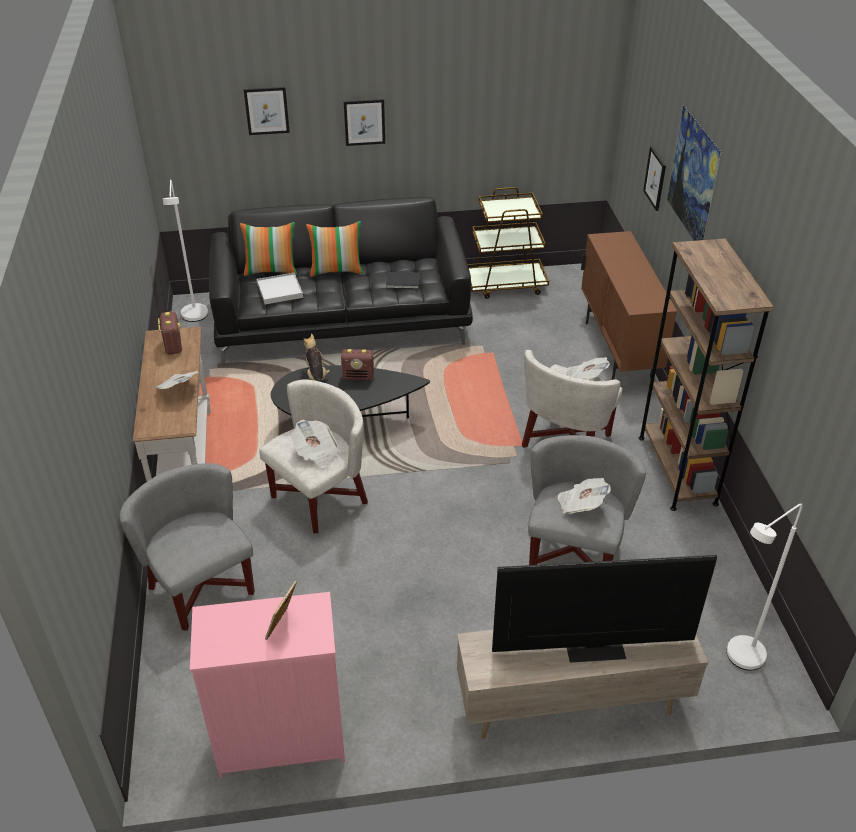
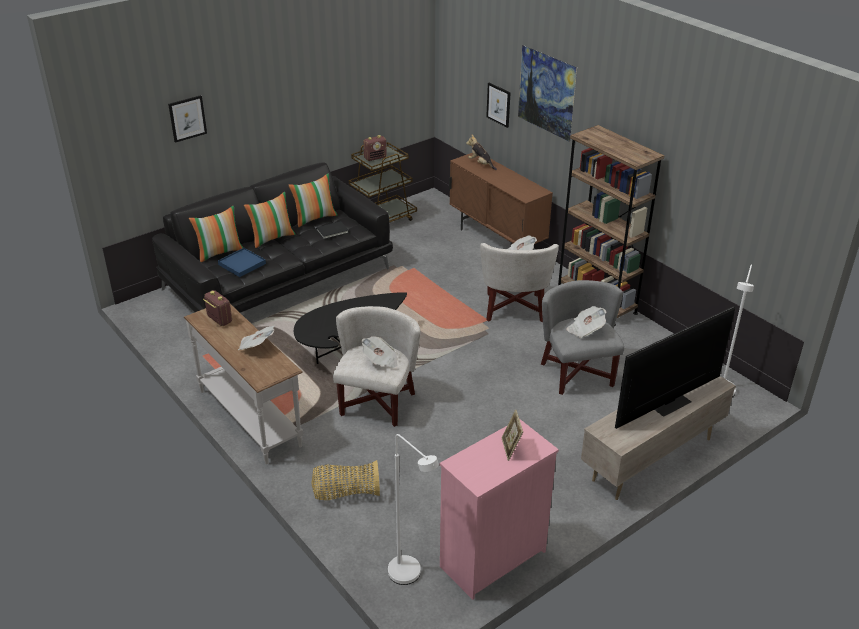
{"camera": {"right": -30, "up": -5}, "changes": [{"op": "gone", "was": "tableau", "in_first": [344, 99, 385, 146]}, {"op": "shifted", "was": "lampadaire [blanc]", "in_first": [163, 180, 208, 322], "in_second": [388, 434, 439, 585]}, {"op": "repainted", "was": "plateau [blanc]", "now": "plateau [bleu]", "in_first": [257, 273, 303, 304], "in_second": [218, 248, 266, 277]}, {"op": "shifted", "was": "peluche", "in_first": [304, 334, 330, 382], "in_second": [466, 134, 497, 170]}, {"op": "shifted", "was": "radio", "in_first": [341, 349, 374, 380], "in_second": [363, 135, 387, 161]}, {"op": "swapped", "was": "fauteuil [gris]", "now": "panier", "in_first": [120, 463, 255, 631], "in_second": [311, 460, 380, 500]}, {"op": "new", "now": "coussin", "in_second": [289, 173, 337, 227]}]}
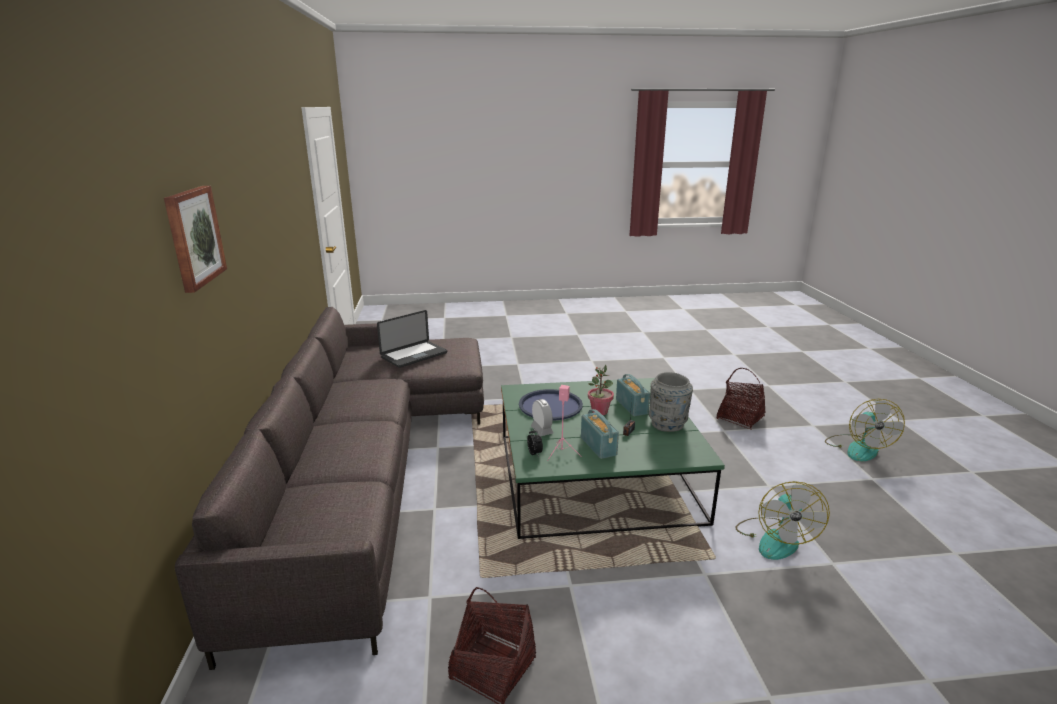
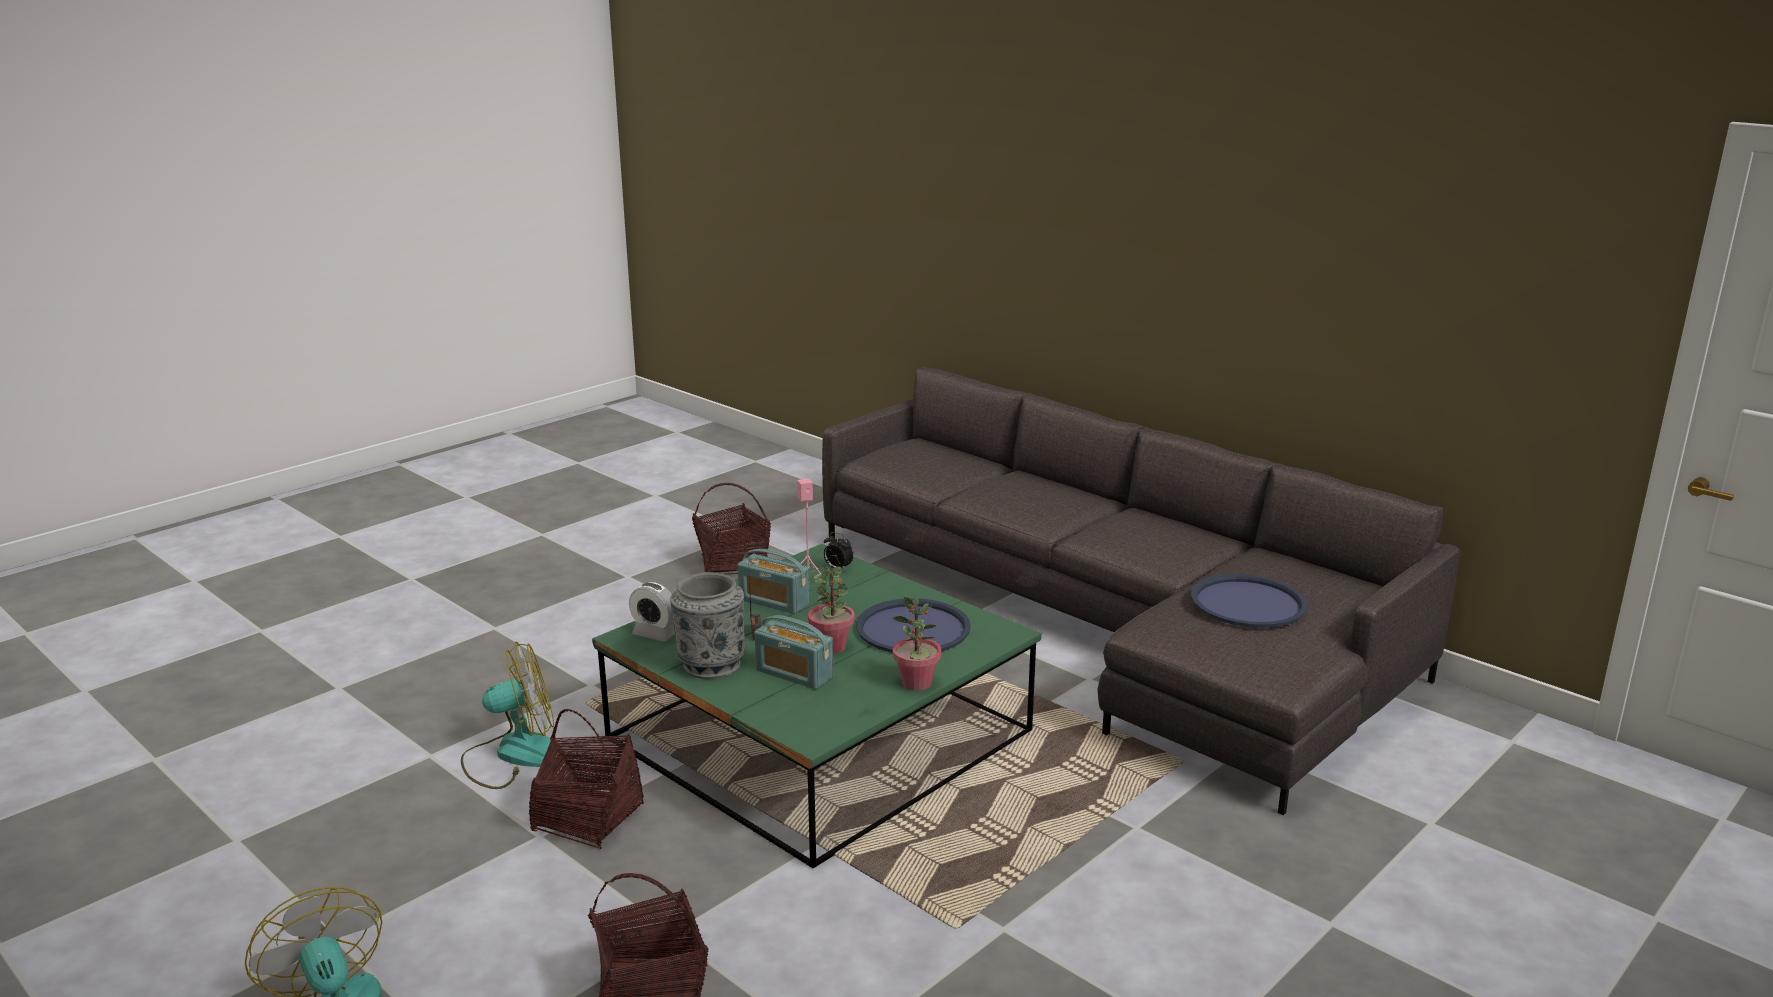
{"camera": {"right": 140, "up": 0}, "changes": [{"op": "gone", "was": "tableau", "in_first": [164, 186, 227, 293]}, {"op": "swapped", "was": "ordinateur portable", "now": "plateau [bleu]", "in_first": [377, 310, 447, 368], "in_second": [1191, 574, 1307, 628]}, {"op": "shifted", "was": "réveil", "in_first": [531, 399, 553, 436], "in_second": [629, 582, 675, 642]}, {"op": "rotated", "was": "ventilateur", "in_first": [735, 481, 830, 560], "in_second": [461, 642, 554, 789], "clockwise": 105}, {"op": "new", "now": "plante en pot", "in_second": [892, 597, 941, 691]}, {"op": "new", "now": "panier", "in_second": [529, 709, 644, 849]}]}
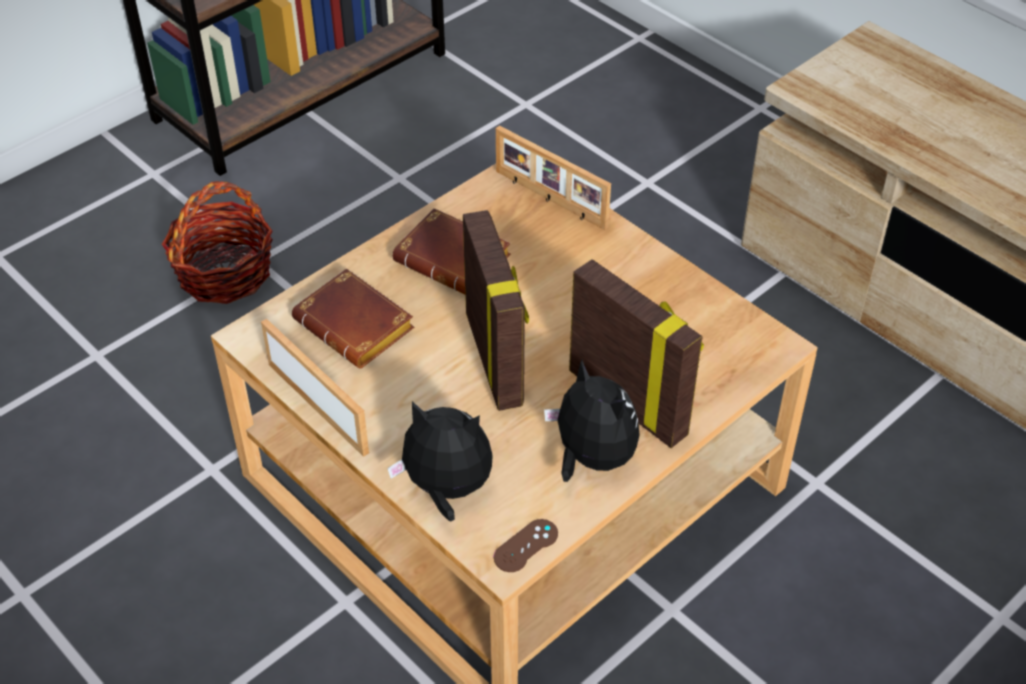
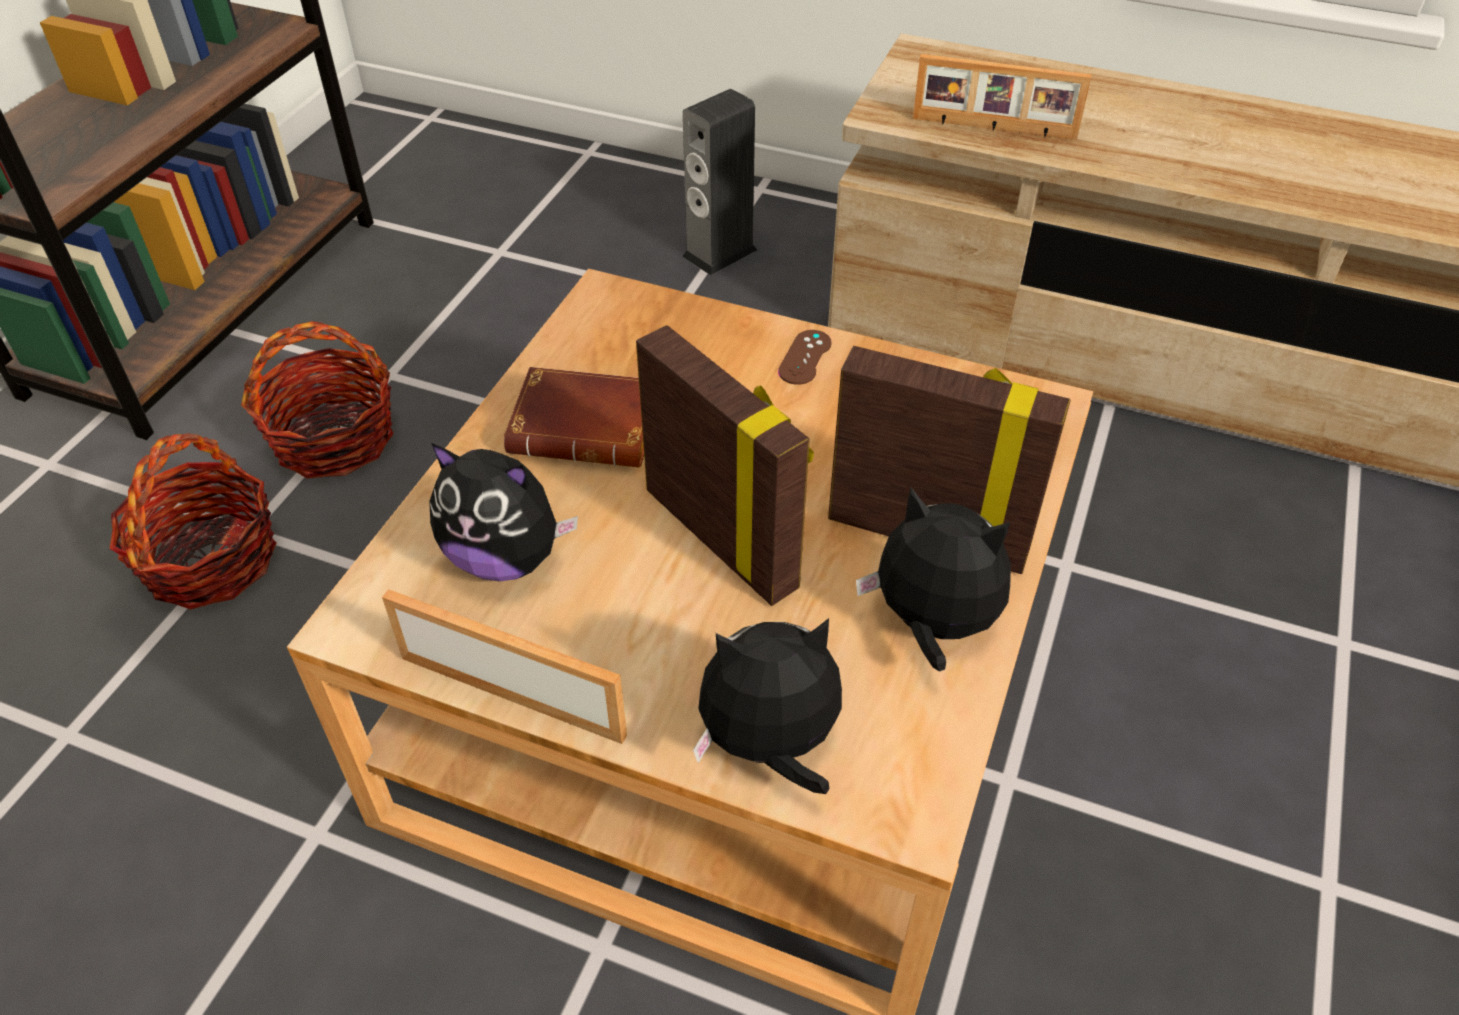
{"camera": {"right": -25, "up": 0}, "changes": [{"op": "shifted", "was": "cadre photo", "in_first": [496, 125, 611, 230], "in_second": [913, 54, 1092, 140]}, {"op": "swapped", "was": "livre [marron]", "now": "peluche", "in_first": [292, 268, 414, 369], "in_second": [429, 443, 578, 581]}, {"op": "shifted", "was": "manette [marron]", "in_first": [494, 519, 558, 572], "in_second": [778, 330, 832, 385]}, {"op": "new", "now": "enceinte", "in_second": [682, 89, 757, 275]}, {"op": "new", "now": "panier", "in_second": [241, 321, 394, 478]}]}
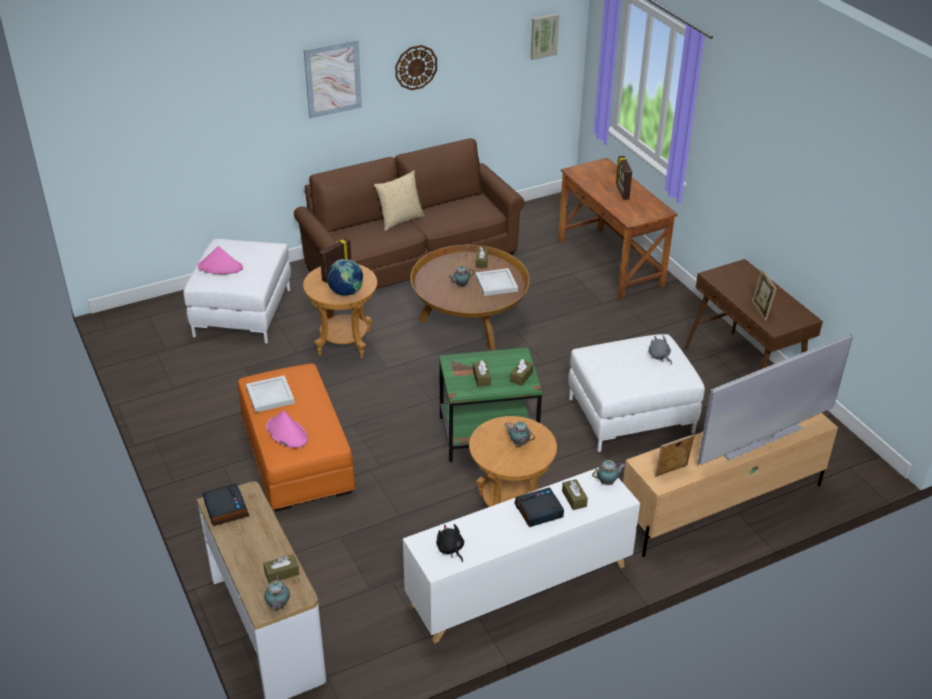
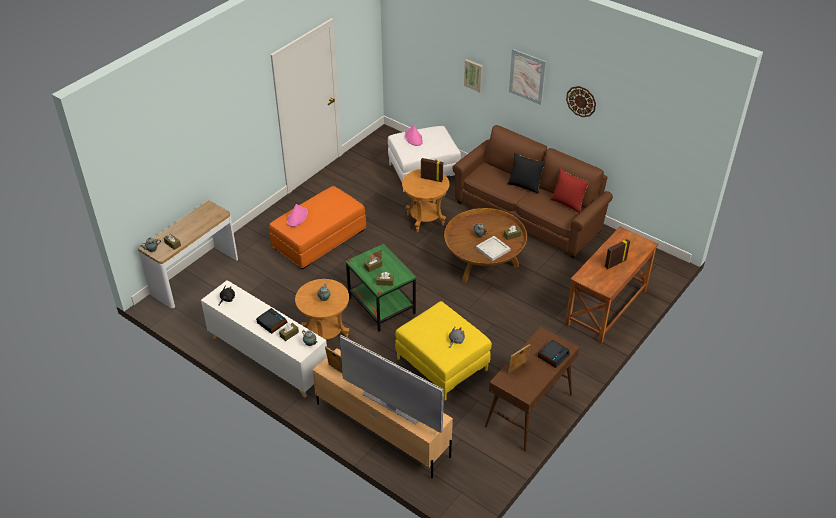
{"camera": {"right": 65, "up": 5}, "changes": [{"op": "shifted", "was": "tableau", "in_first": [530, 13, 559, 60], "in_second": [464, 59, 483, 92]}, {"op": "repainted", "was": "coussin [beige]", "now": "coussin [noir]", "in_first": [374, 170, 425, 231], "in_second": [507, 153, 546, 194]}, {"op": "gone", "was": "globe", "in_first": [327, 259, 363, 296]}, {"op": "repainted", "was": "pouf [blanc]", "now": "pouf [jaune]", "in_first": [568, 334, 705, 452], "in_second": [395, 301, 492, 400]}, {"op": "gone", "was": "plateau [blanc]", "in_first": [246, 375, 295, 413]}, {"op": "shifted", "was": "réveil", "in_first": [203, 483, 249, 526], "in_second": [538, 340, 570, 368]}, {"op": "new", "now": "coussin [rouge]", "in_second": [550, 169, 590, 213]}]}
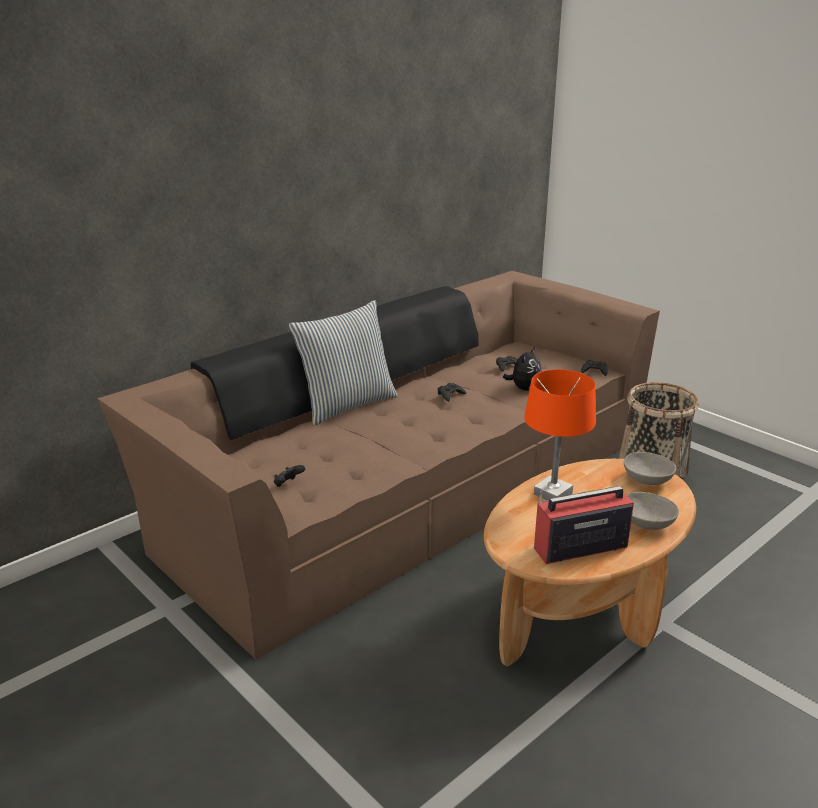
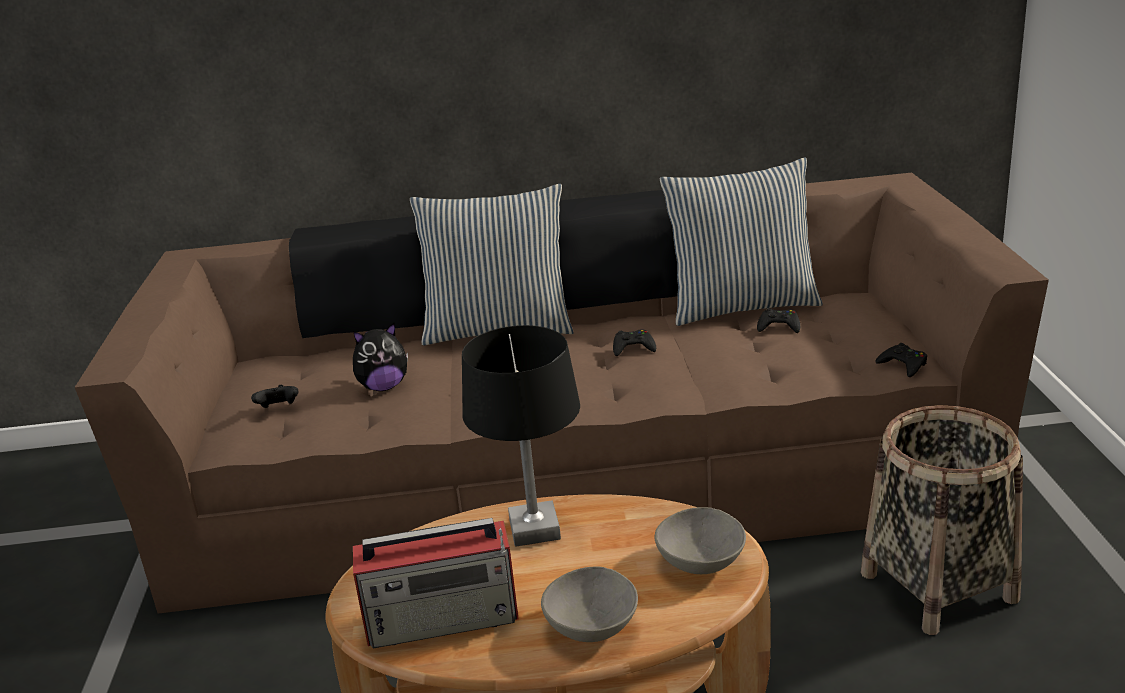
{"camera": {"right": 40, "up": 0}, "changes": [{"op": "shifted", "was": "peluche", "in_first": [503, 347, 541, 391], "in_second": [353, 323, 408, 391]}, {"op": "repainted", "was": "lampe de table [orange]", "now": "lampe de table [noir]", "in_first": [524, 369, 596, 500], "in_second": [462, 325, 580, 547]}, {"op": "rotated", "was": "radio", "in_first": [534, 486, 634, 564], "in_second": [353, 518, 519, 649], "clockwise": 150}, {"op": "new", "now": "coussin", "in_second": [660, 158, 823, 326]}]}
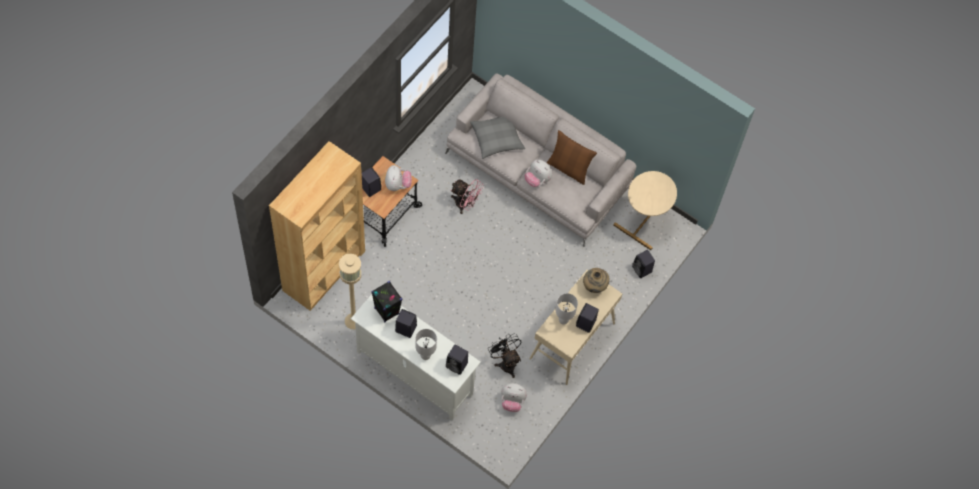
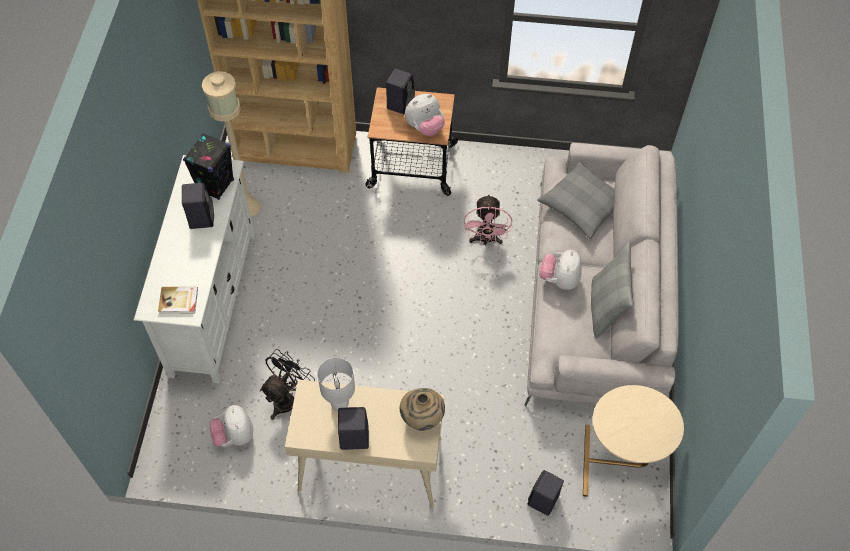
{"camera": {"right": 65, "up": -5}, "changes": [{"op": "repainted", "was": "coussin [marron]", "now": "coussin [gris]", "in_first": [547, 130, 597, 185], "in_second": [591, 242, 634, 339]}, {"op": "gone", "was": "lampe de table [blanc]", "in_first": [415, 329, 437, 360]}, {"op": "swapped", "was": "enceinte [noir]", "now": "livre", "in_first": [446, 345, 468, 375], "in_second": [158, 287, 198, 314]}]}
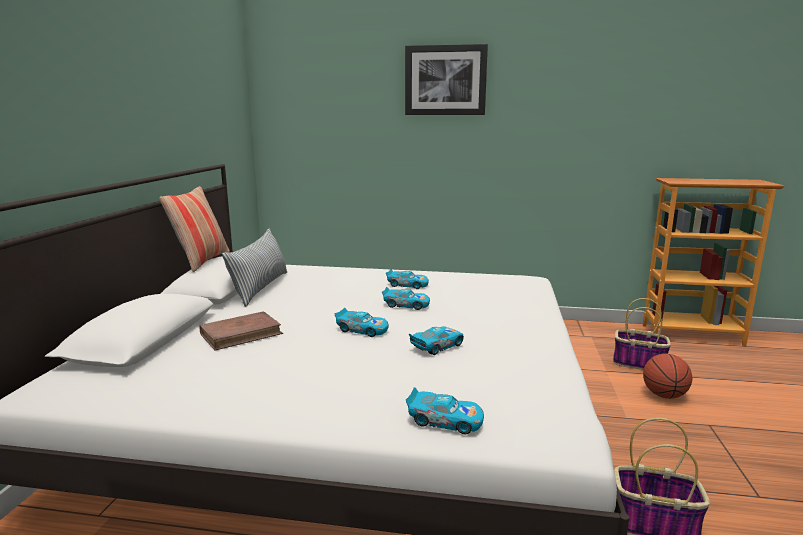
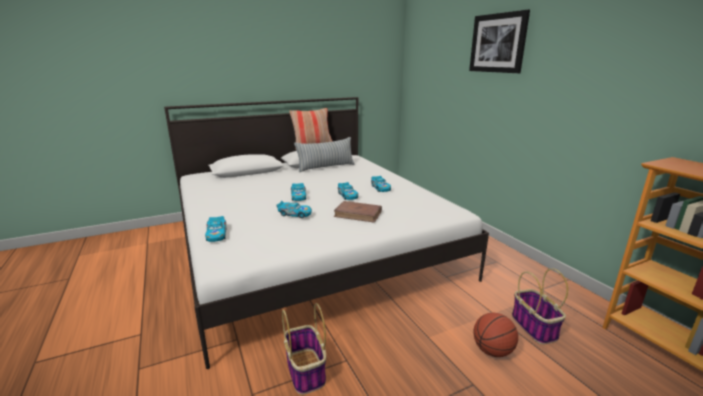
{"camera": {"right": 55, "up": 5}, "changes": [{"op": "shifted", "was": "livre [marron]", "in_first": [199, 311, 283, 351], "in_second": [334, 201, 382, 223]}]}
